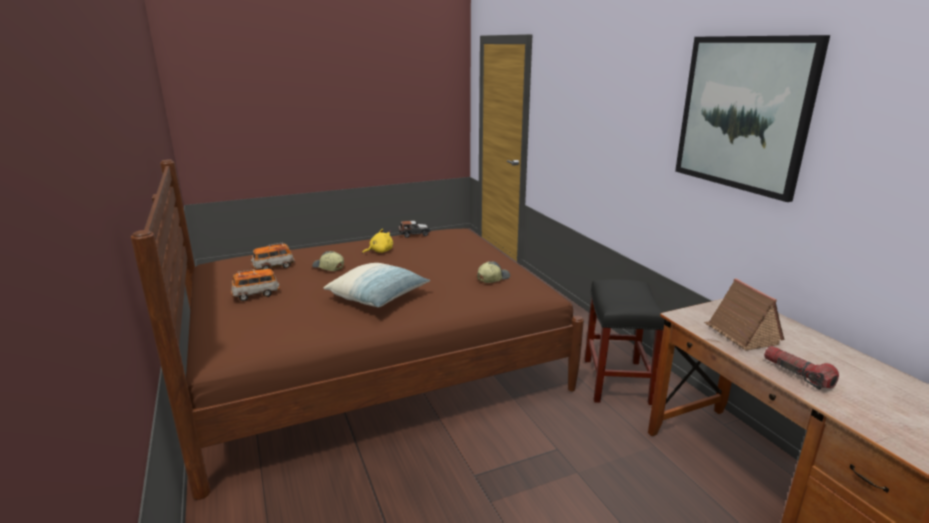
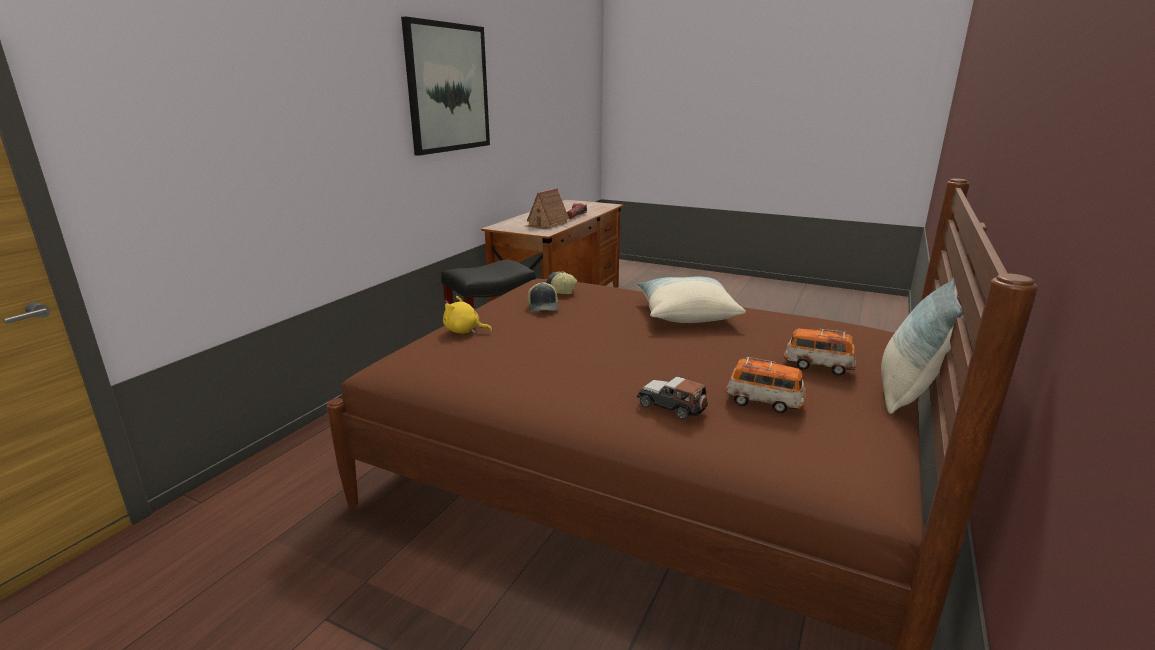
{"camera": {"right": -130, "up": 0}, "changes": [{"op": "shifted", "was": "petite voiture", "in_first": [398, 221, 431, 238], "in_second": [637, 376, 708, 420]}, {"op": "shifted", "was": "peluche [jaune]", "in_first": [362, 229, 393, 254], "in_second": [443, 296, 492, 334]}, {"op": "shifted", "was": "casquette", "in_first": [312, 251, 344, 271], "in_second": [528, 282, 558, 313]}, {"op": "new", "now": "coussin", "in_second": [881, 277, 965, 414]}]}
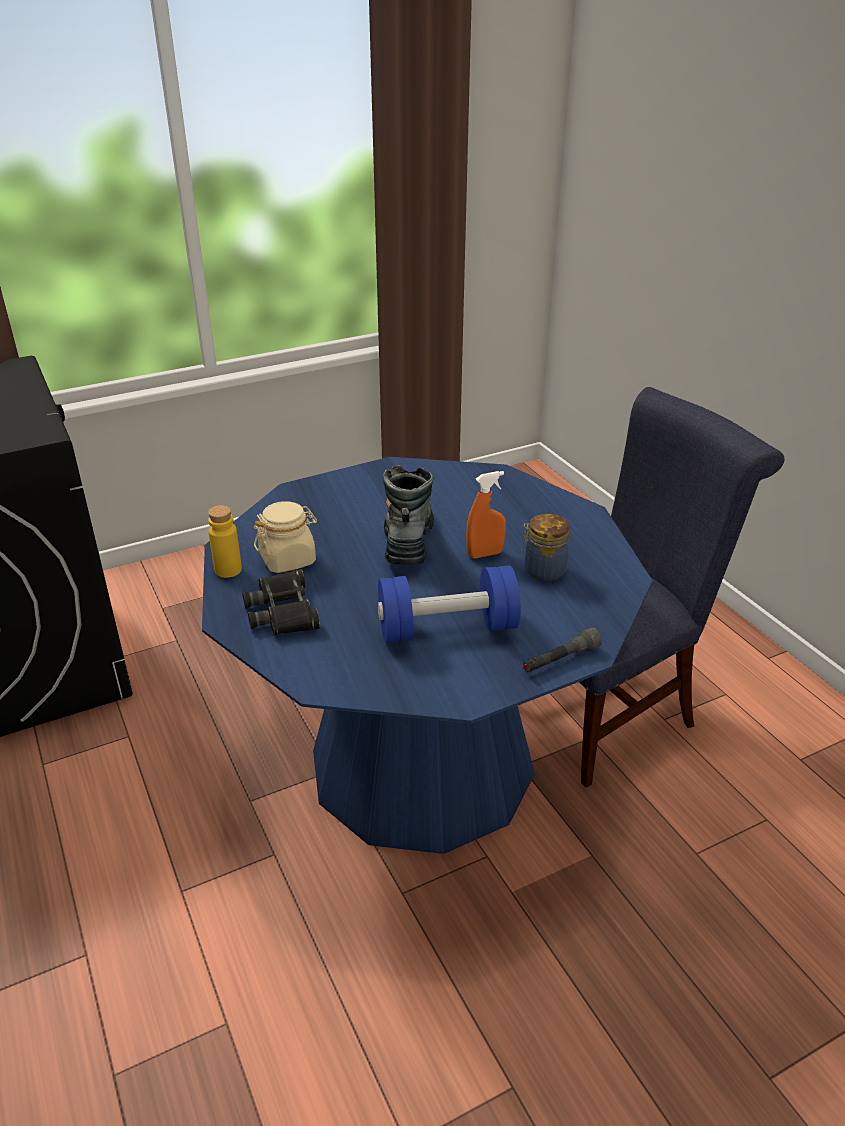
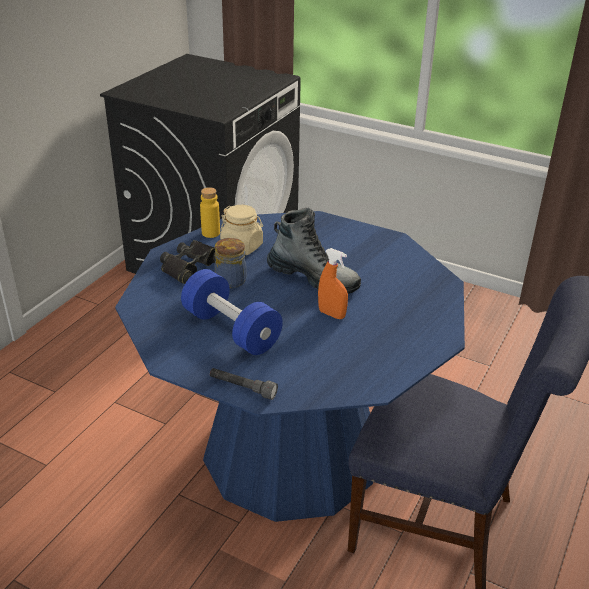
{"camera": {"right": 55, "up": 0}, "changes": [{"op": "rotated", "was": "botte", "in_first": [383, 465, 434, 565], "in_second": [267, 208, 361, 294], "clockwise": 60}, {"op": "shifted", "was": "bocal", "in_first": [520, 514, 570, 581], "in_second": [214, 238, 247, 288]}]}
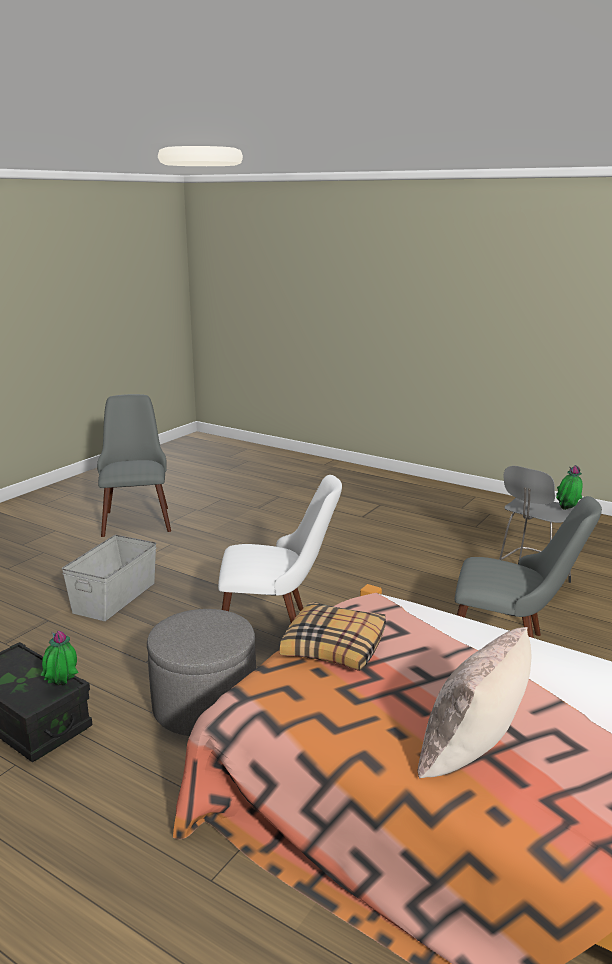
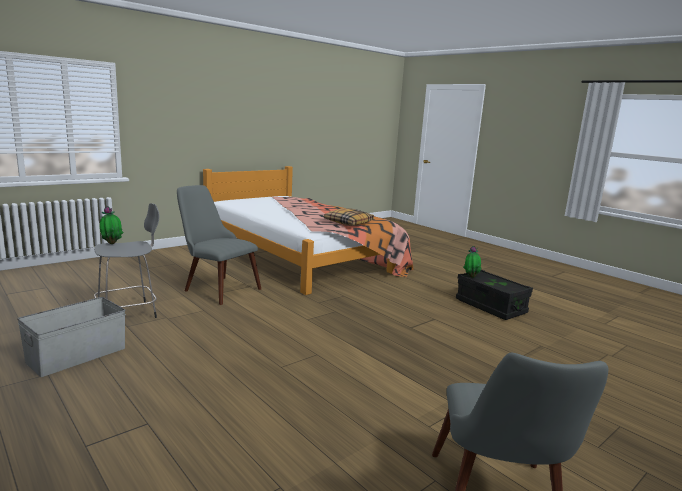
{"camera": {"right": -165, "up": -5}, "changes": [{"op": "gone", "was": "chaise [blanc]", "in_first": [218, 475, 342, 623]}, {"op": "shifted", "was": "boîte de rangement [gris]", "in_first": [62, 535, 157, 621], "in_second": [17, 297, 126, 377]}, {"op": "gone", "was": "pouf [gris]", "in_first": [147, 609, 256, 736]}, {"op": "gone", "was": "coussin [beige]", "in_first": [417, 627, 531, 779]}]}
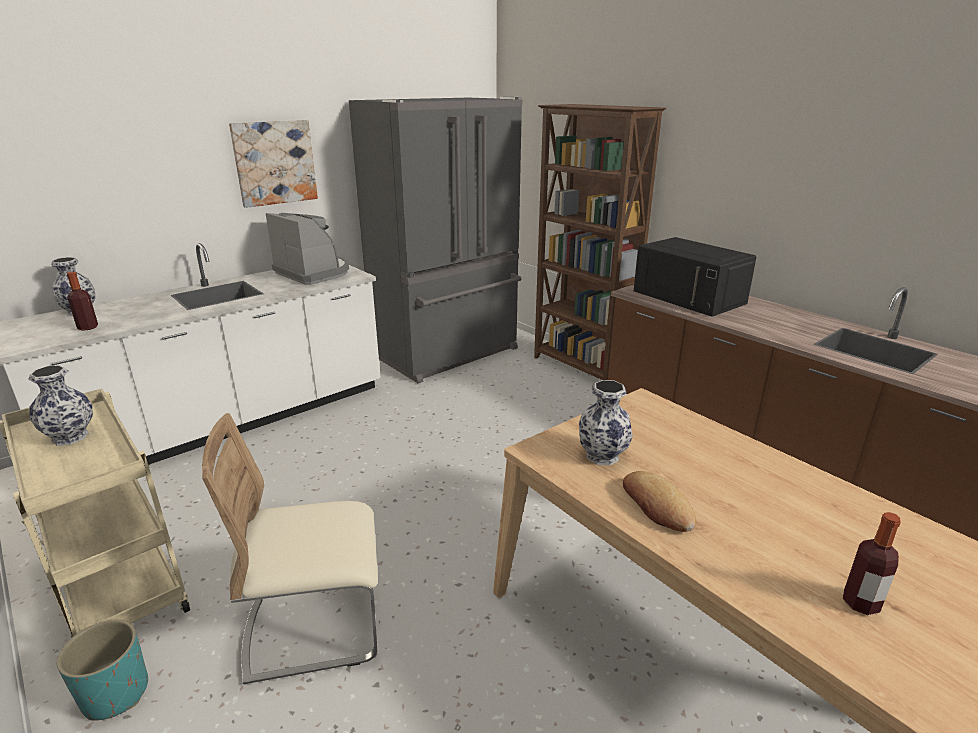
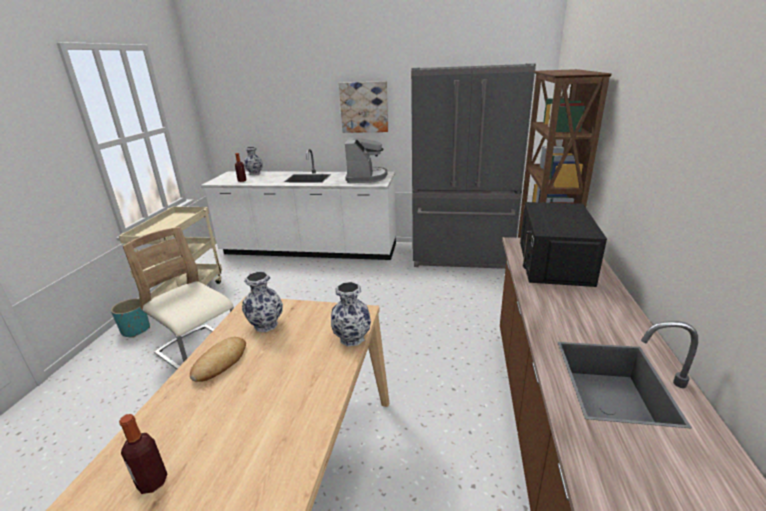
{"camera": {"right": 50, "up": 0}, "changes": [{"op": "shifted", "was": "vase", "in_first": [28, 365, 93, 446], "in_second": [331, 282, 371, 346]}]}
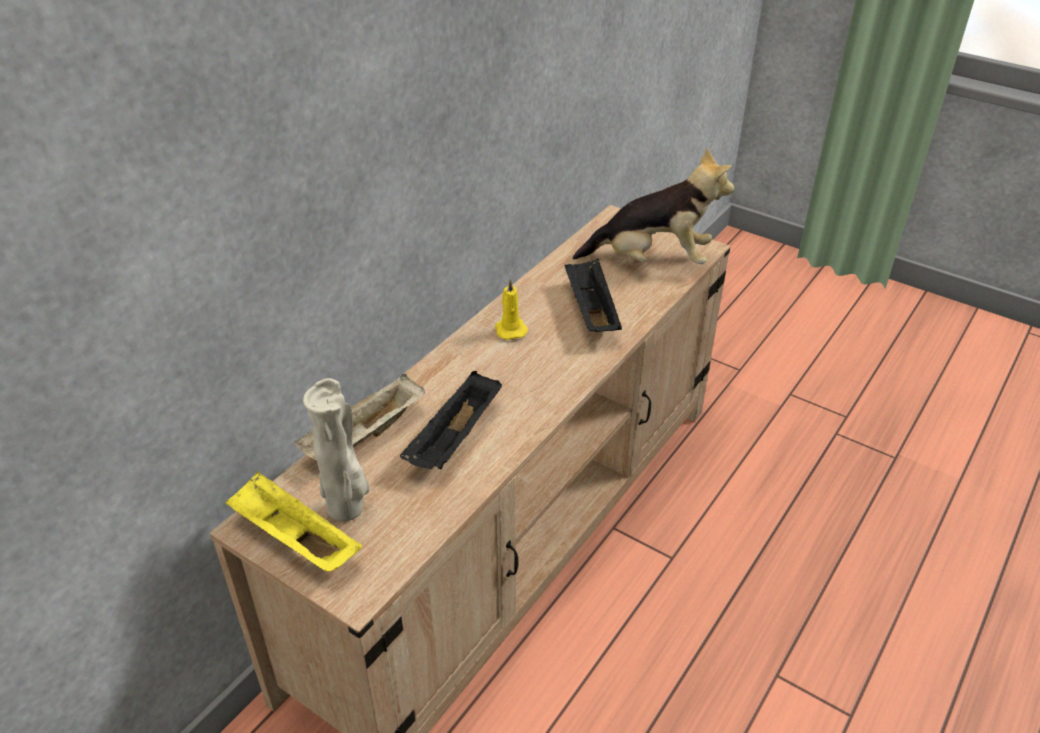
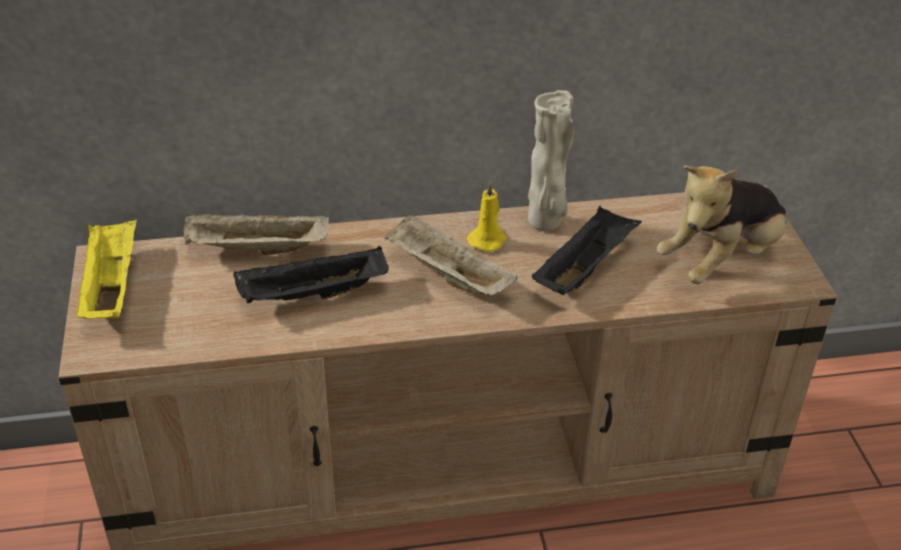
{"camera": {"right": 45, "up": 0}, "changes": [{"op": "rotated", "was": "peluche", "in_first": [573, 148, 734, 264], "in_second": [657, 165, 787, 284], "clockwise": 90}, {"op": "shifted", "was": "vase [beige]", "in_first": [303, 378, 370, 522], "in_second": [528, 90, 574, 231]}, {"op": "new", "now": "plateau [beige]", "in_second": [384, 213, 518, 296]}]}
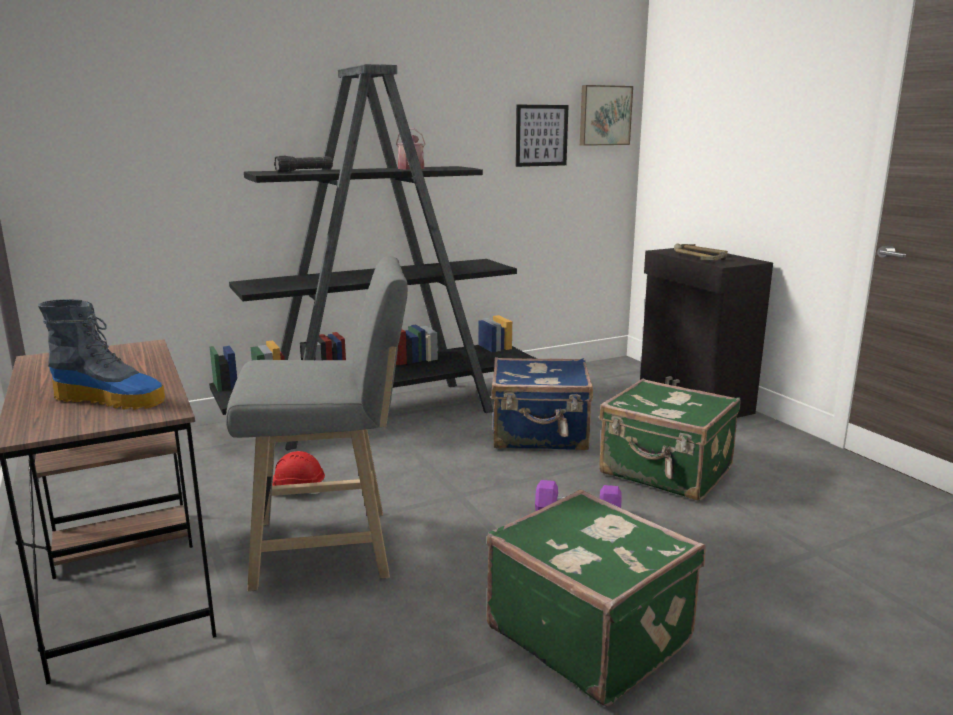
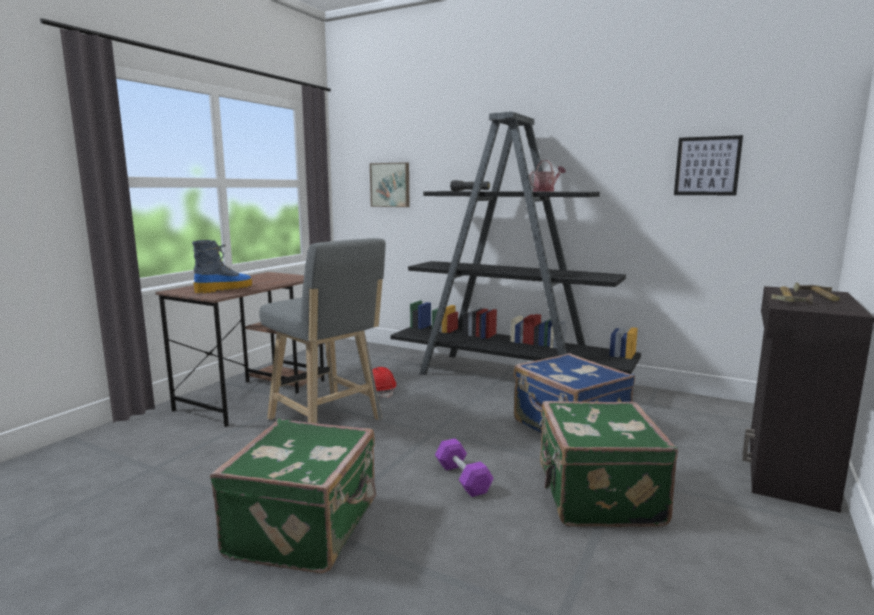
{"camera": {"right": 55, "up": -5}, "changes": [{"op": "shifted", "was": "tableau", "in_first": [580, 85, 633, 146], "in_second": [370, 162, 409, 207]}, {"op": "rotated", "was": "botte", "in_first": [38, 299, 165, 410], "in_second": [192, 240, 252, 293], "clockwise": -120}]}
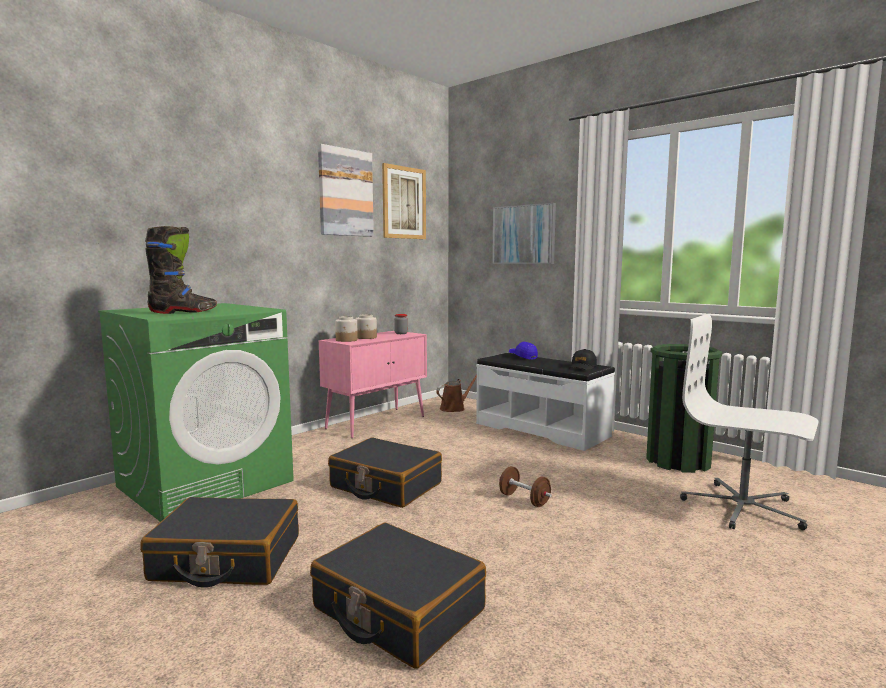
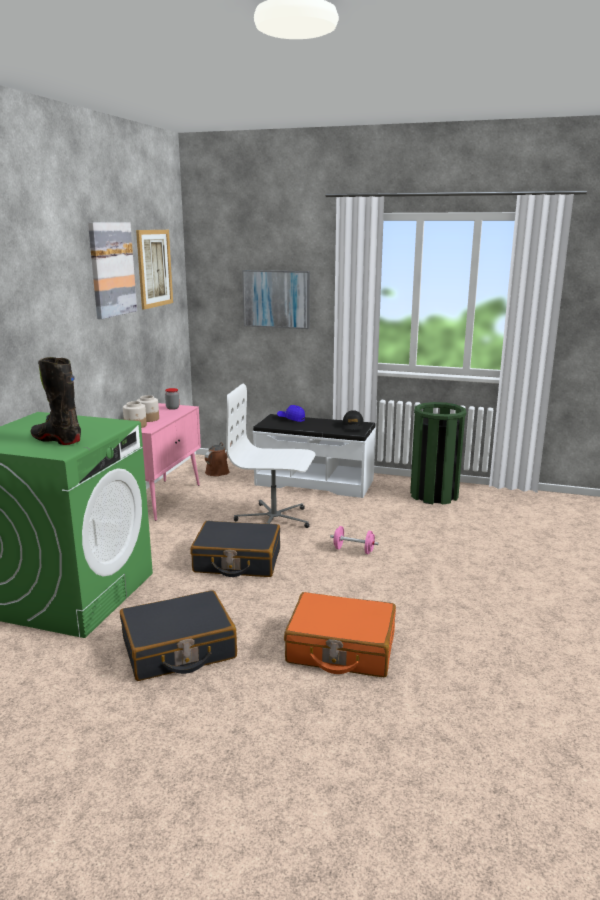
{"camera": {"right": -25, "up": 10}, "changes": [{"op": "rotated", "was": "botte [noir]", "in_first": [145, 226, 217, 314], "in_second": [31, 357, 81, 445], "clockwise": -90}, {"op": "shifted", "was": "chaise de bureau [blanc]", "in_first": [680, 314, 819, 530], "in_second": [226, 383, 315, 528]}, {"op": "repainted", "was": "haltère [marron]", "now": "haltère [rose]", "in_first": [499, 466, 552, 507], "in_second": [330, 526, 379, 554]}, {"op": "repainted", "was": "valise [noir]", "now": "valise [orange]", "in_first": [310, 523, 486, 669], "in_second": [284, 592, 396, 677]}]}
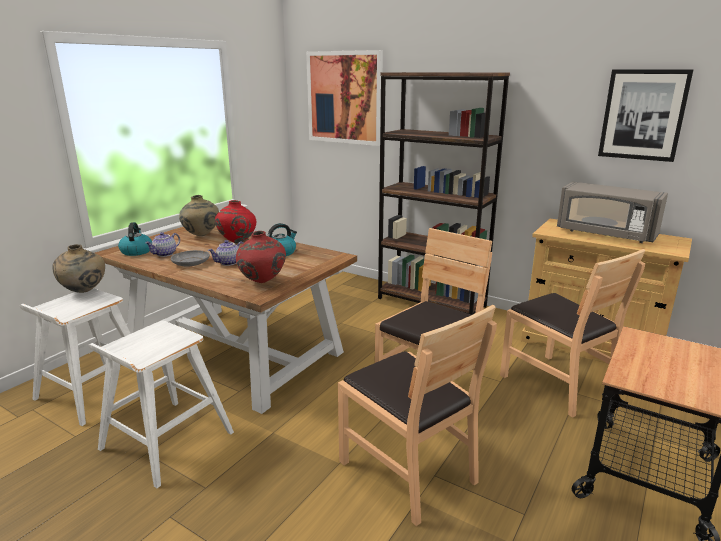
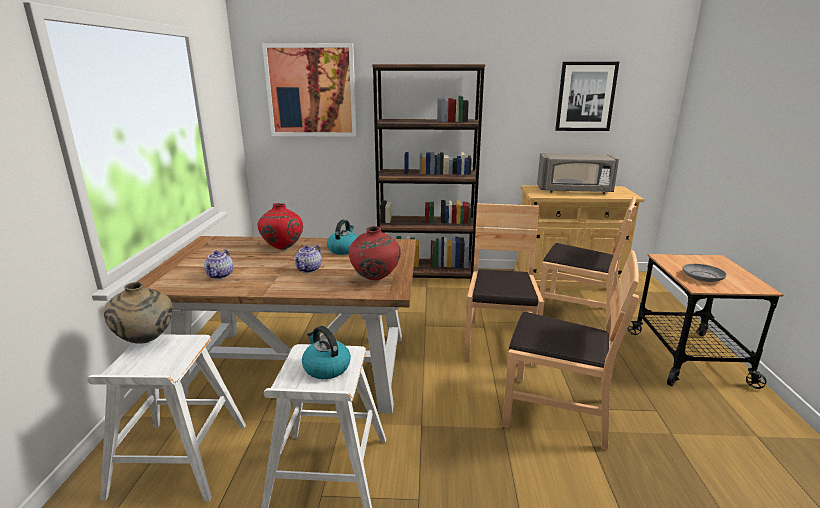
{"camera": {"right": -30, "up": 0}, "changes": [{"op": "gone", "was": "vase [beige]", "in_first": [179, 195, 219, 236]}, {"op": "shifted", "was": "bouilloire", "in_first": [118, 222, 152, 256], "in_second": [302, 326, 351, 379]}, {"op": "shifted", "was": "assiette [gris]", "in_first": [171, 250, 210, 266], "in_second": [682, 264, 727, 282]}]}
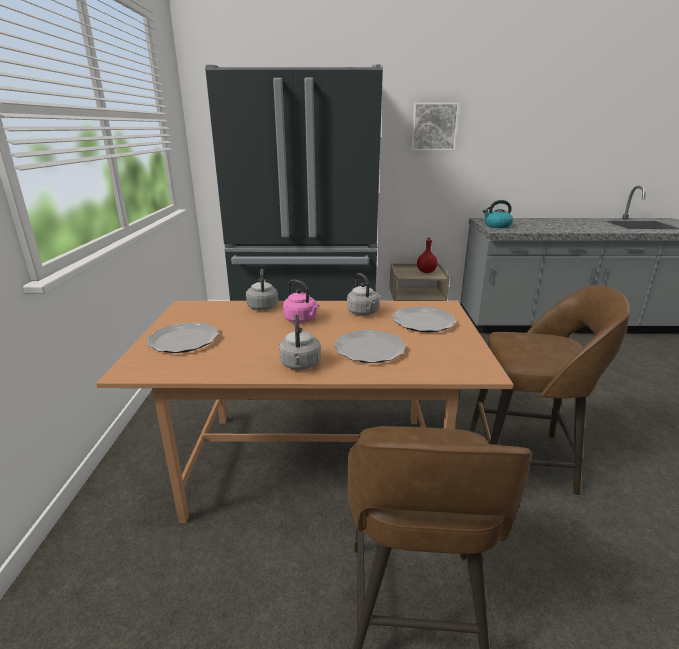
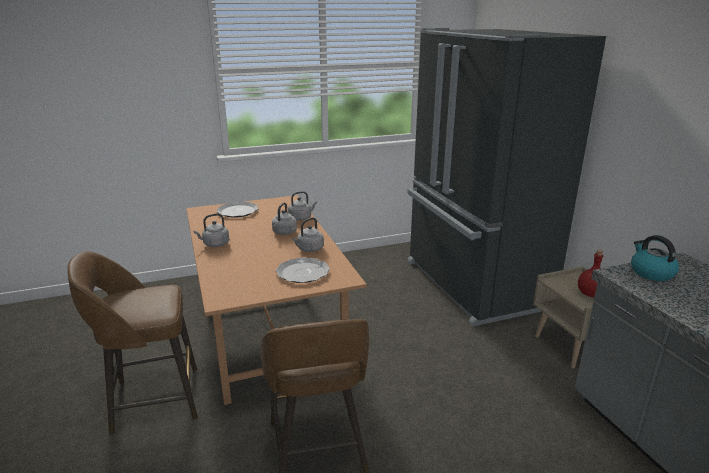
{"camera": {"right": 70, "up": 0}, "changes": [{"op": "gone", "was": "tableau", "in_first": [411, 103, 459, 151]}, {"op": "repainted", "was": "bouilloire [rose]", "now": "bouilloire [gris]", "in_first": [283, 279, 319, 323], "in_second": [272, 203, 297, 235]}, {"op": "gone", "was": "assiette", "in_first": [334, 330, 406, 363]}]}
